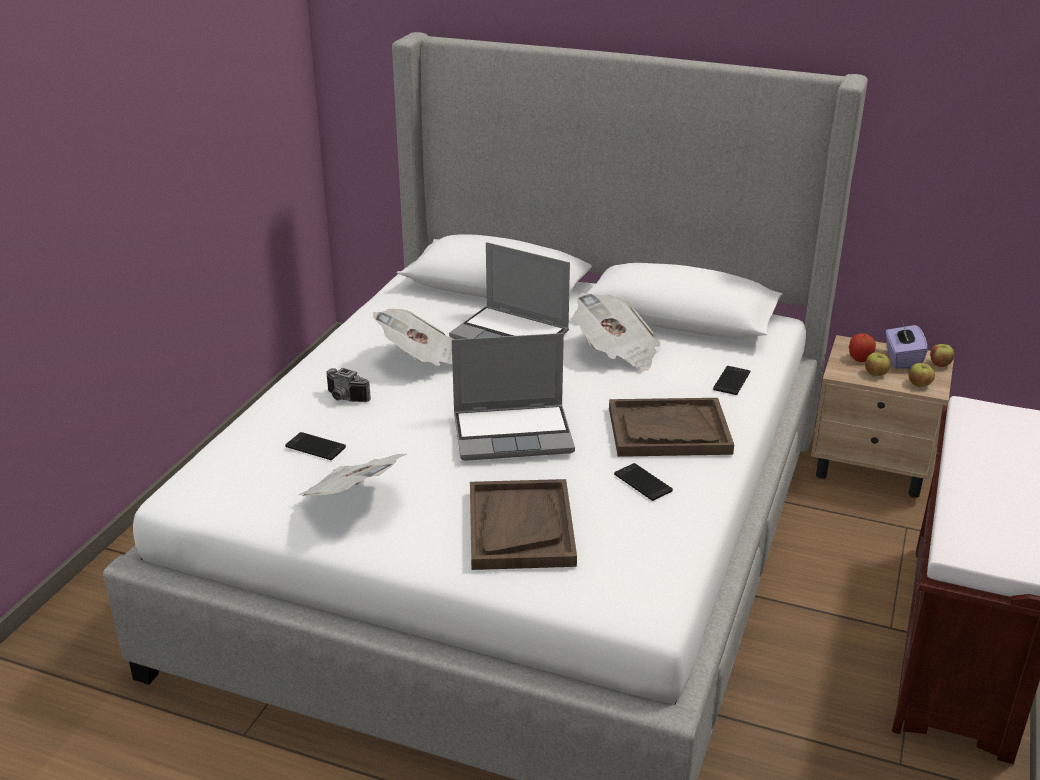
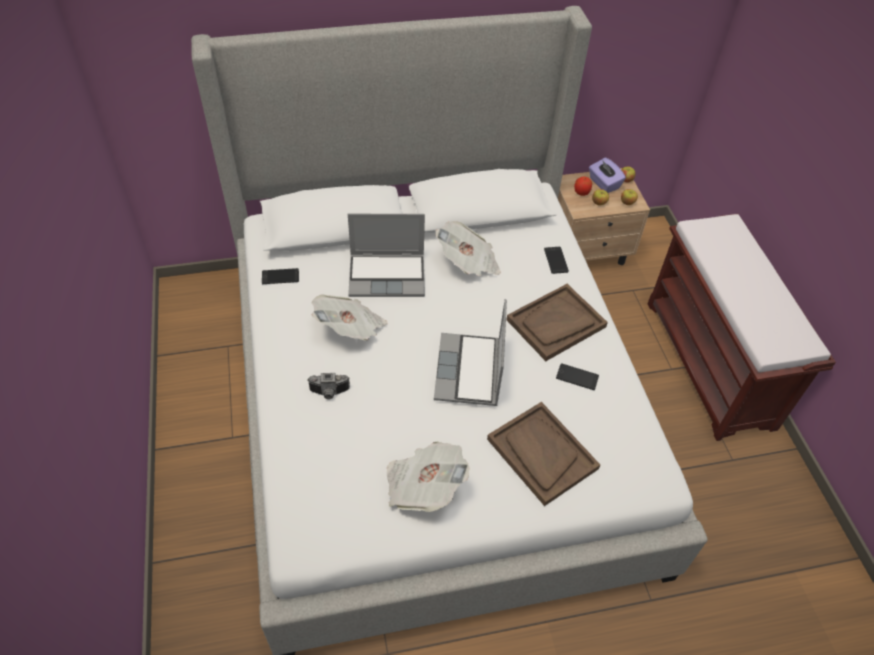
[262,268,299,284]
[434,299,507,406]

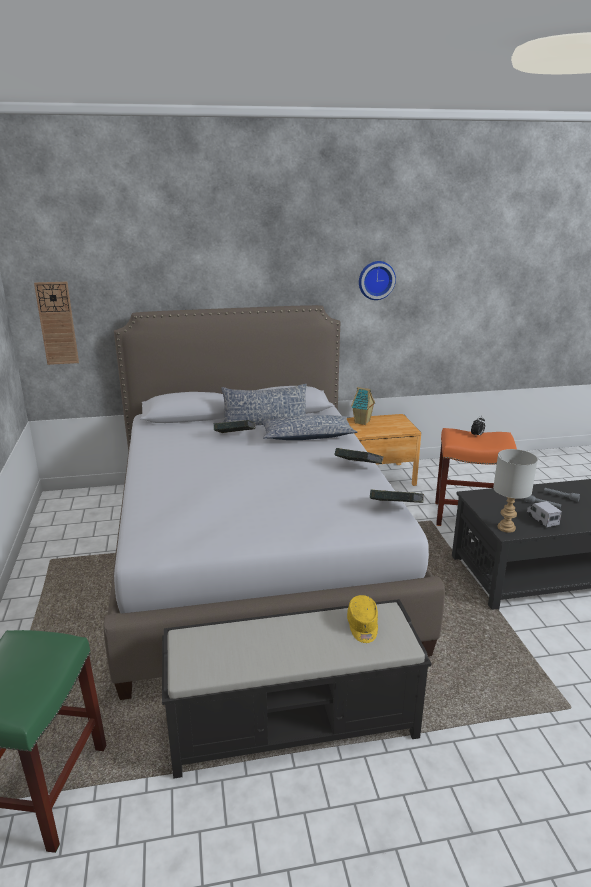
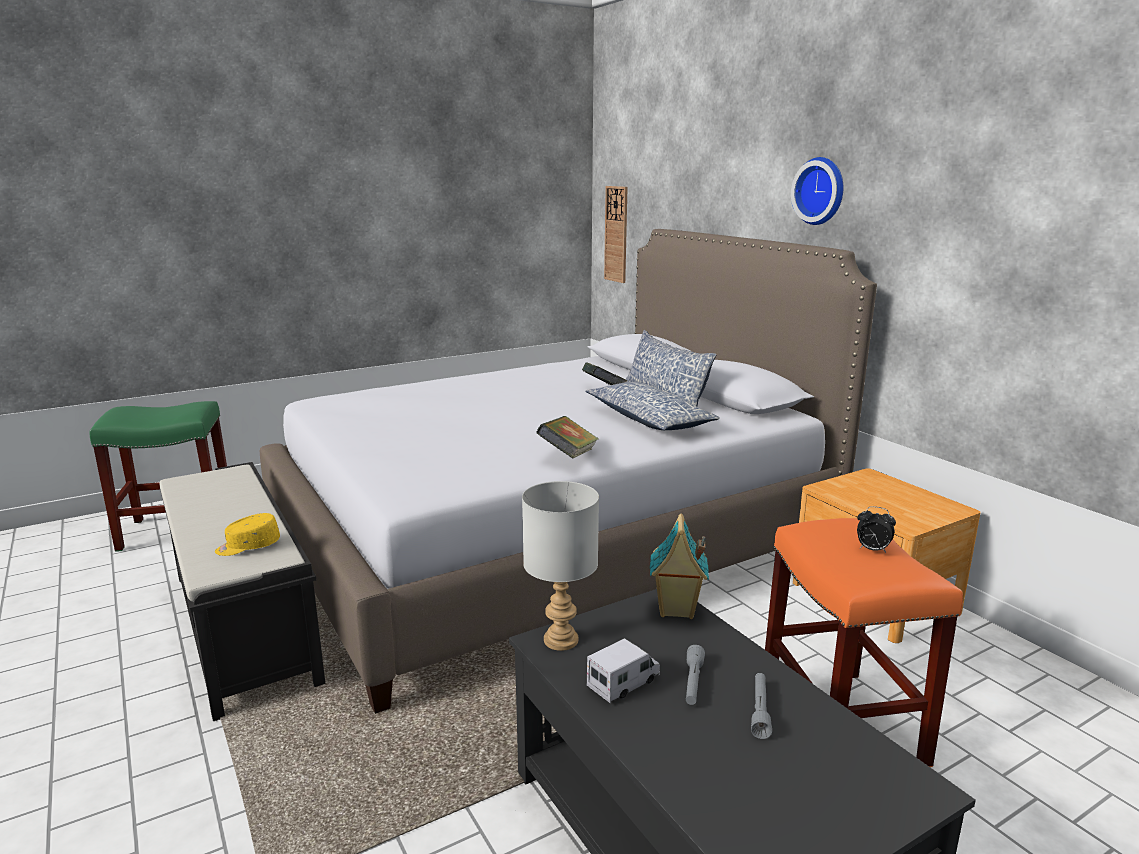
[650,514,709,619]
[791,157,843,225]
[370,490,424,503] (first image)

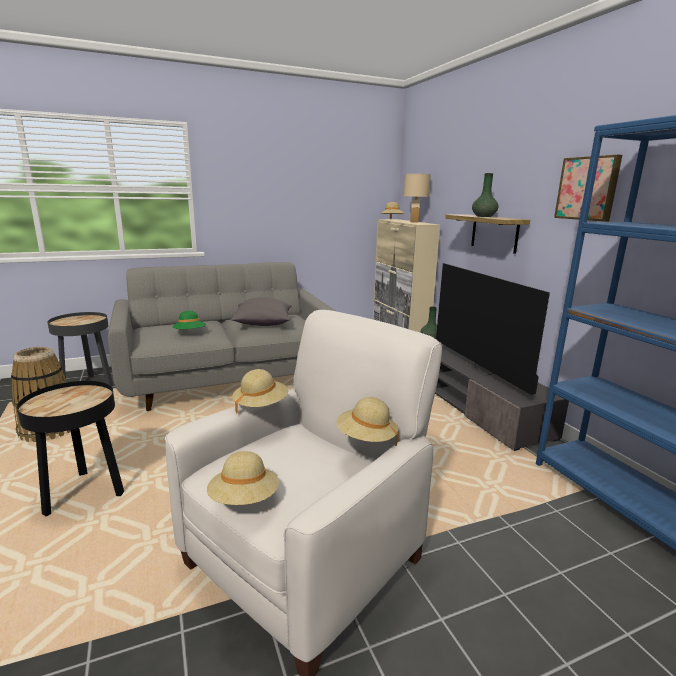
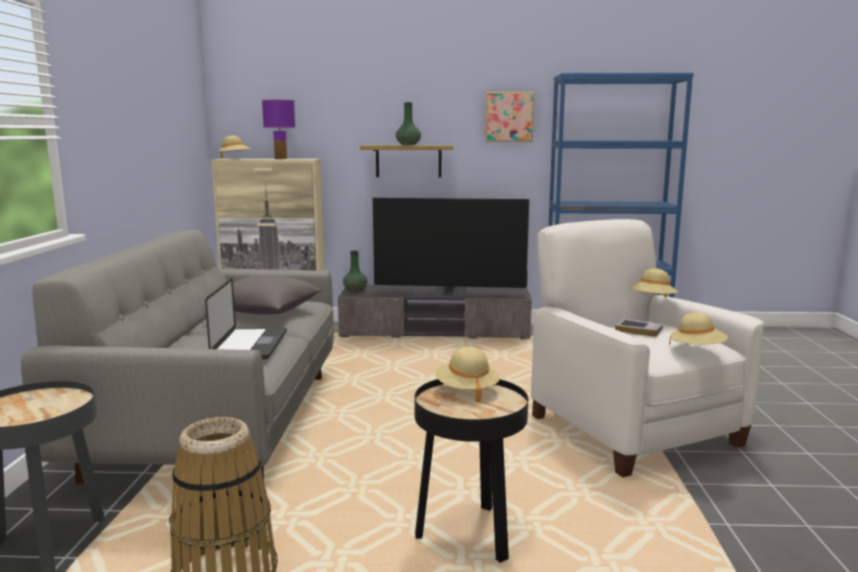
[205,278,287,359]
[435,347,500,403]
[262,100,295,159]
[615,319,663,337]

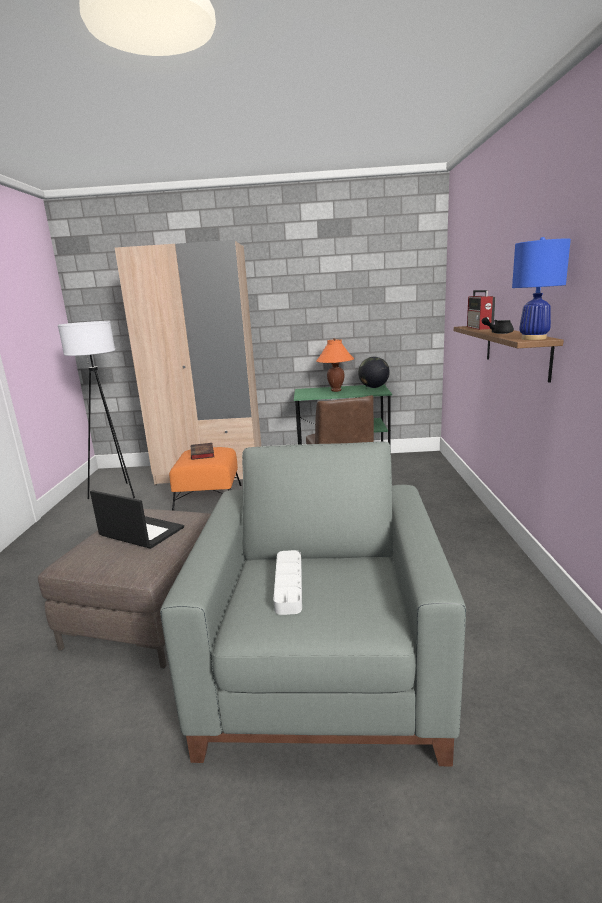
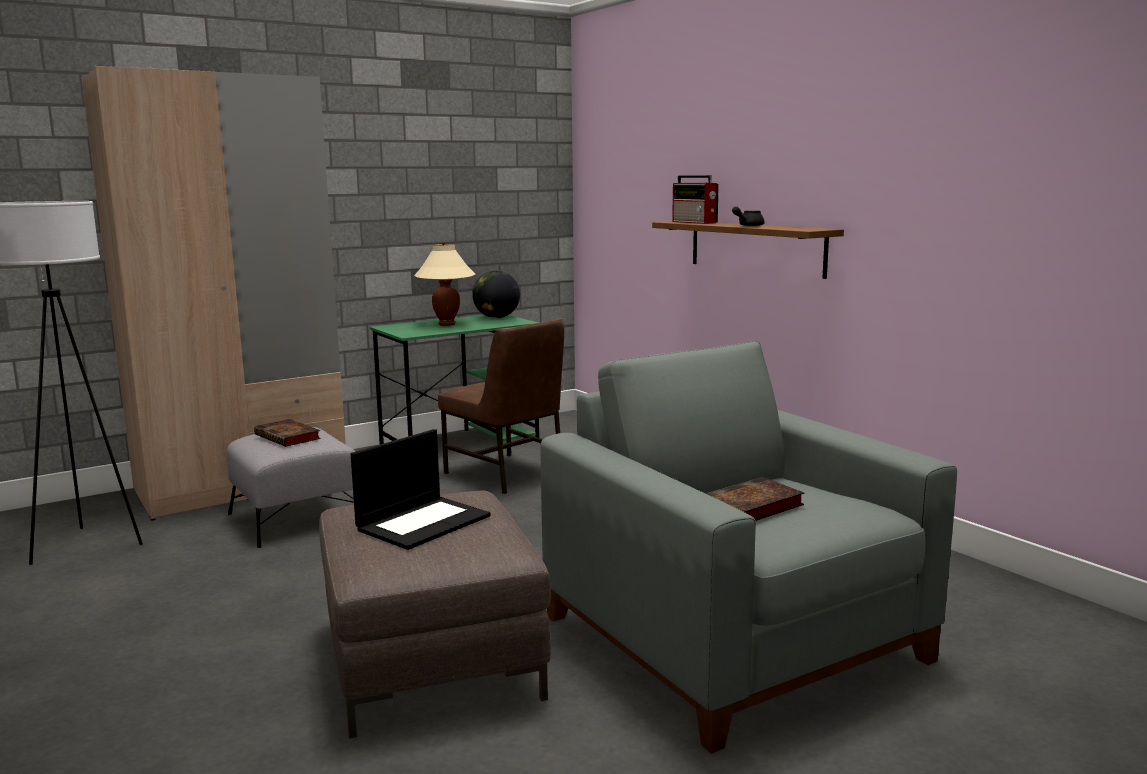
[351,429,491,550]
[227,427,355,548]
[706,477,804,521]
[414,242,476,326]
[512,237,571,340] (first image)

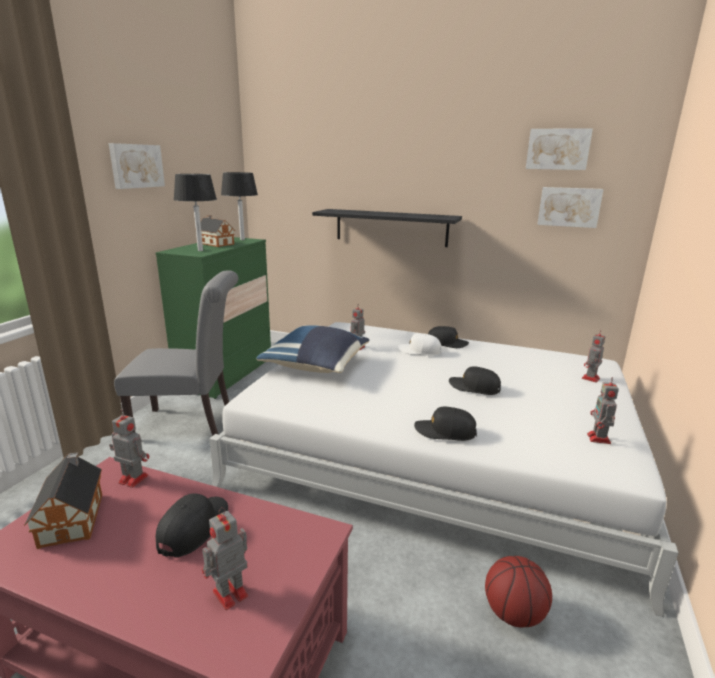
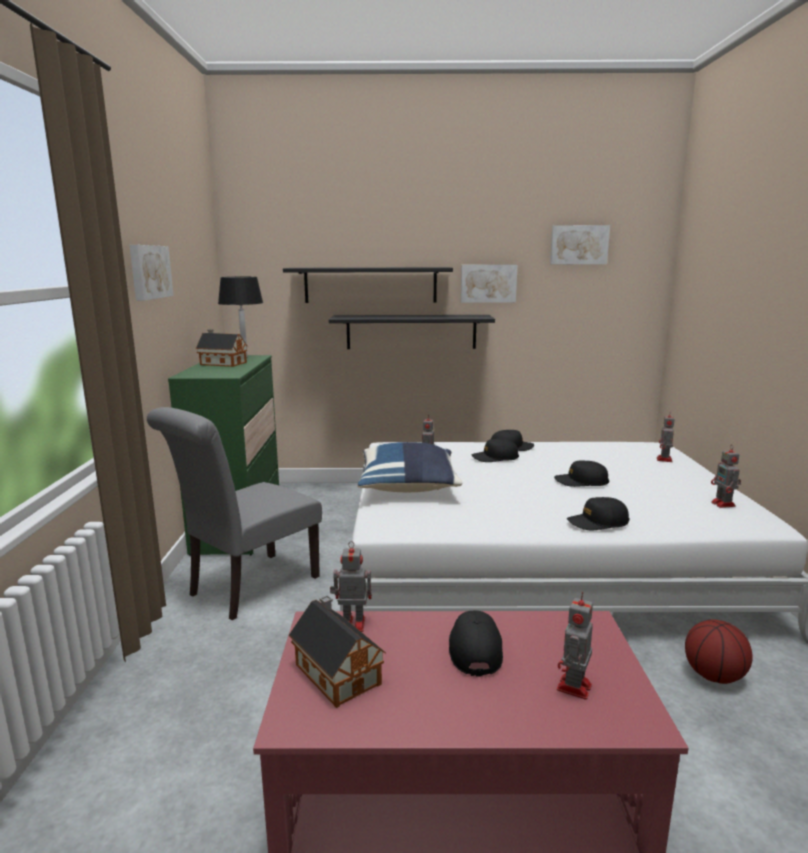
[147,407,322,620]
[173,174,217,251] (first image)
[471,439,519,462]
[461,265,517,303]
[283,267,453,303]

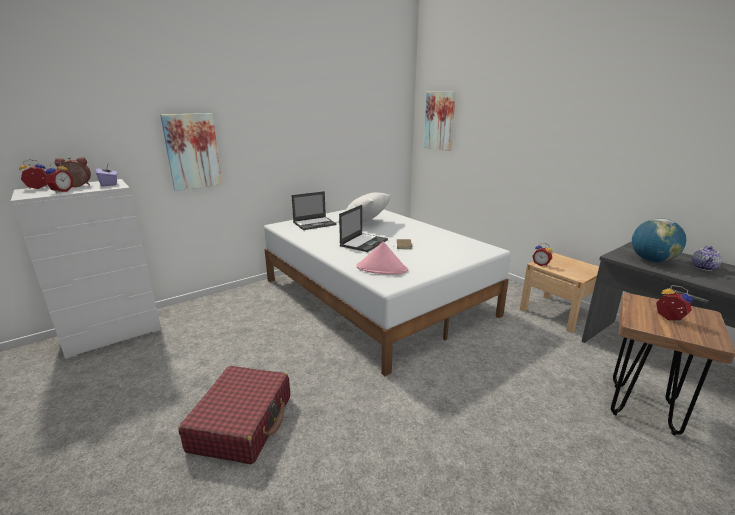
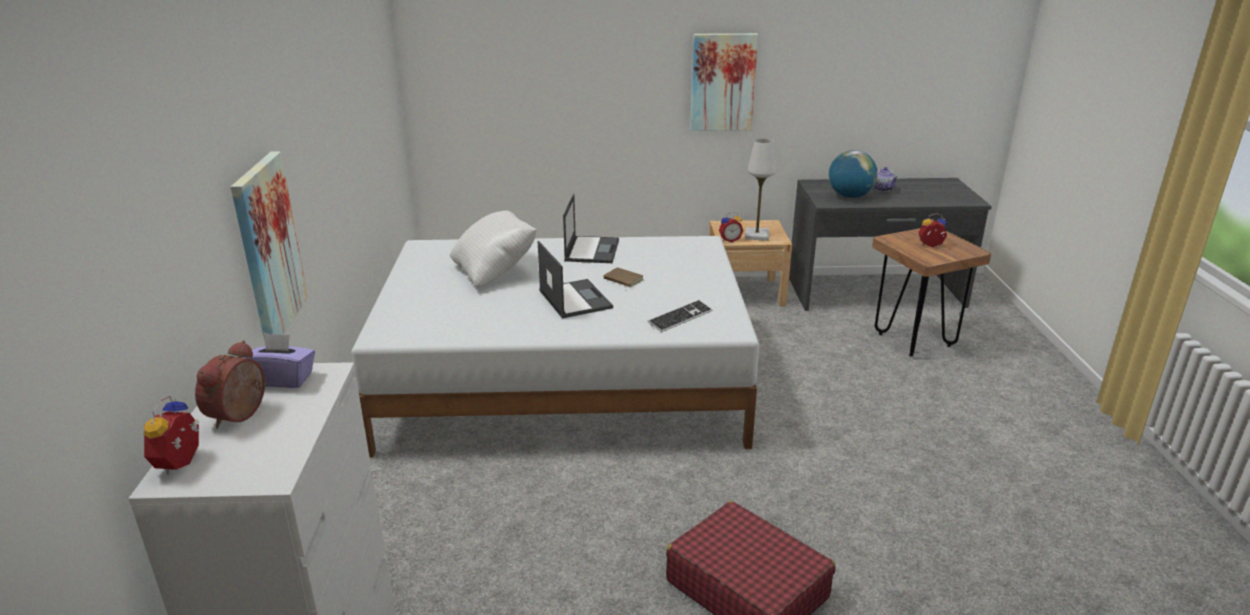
[45,162,73,193] (first image)
[563,194,619,263]
[648,300,713,332]
[690,33,758,131]
[745,138,776,241]

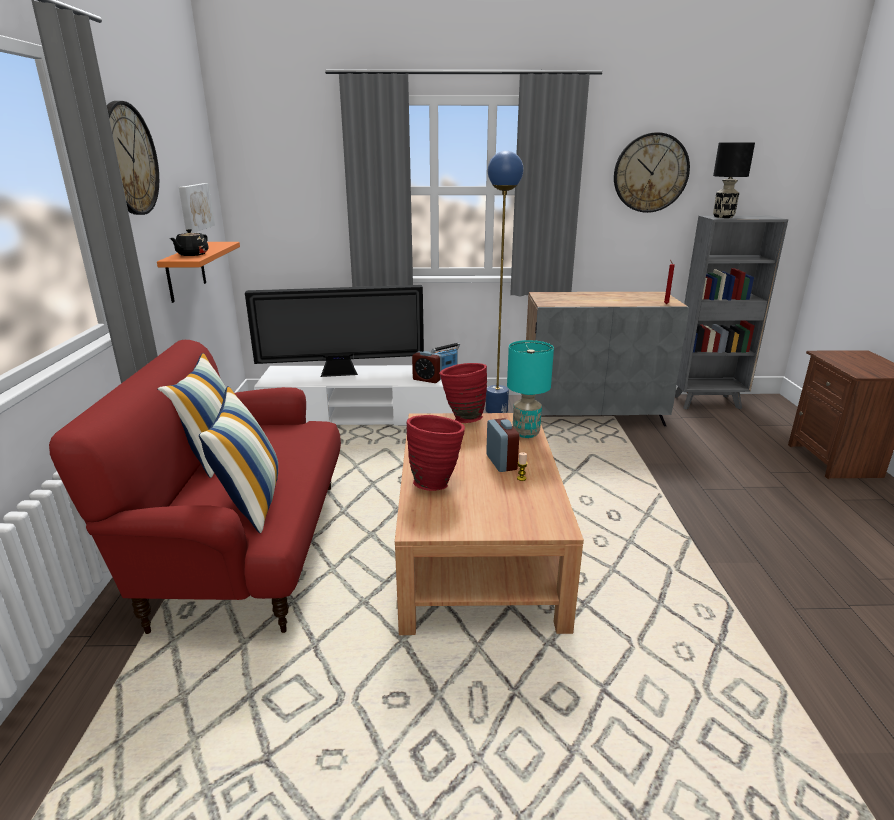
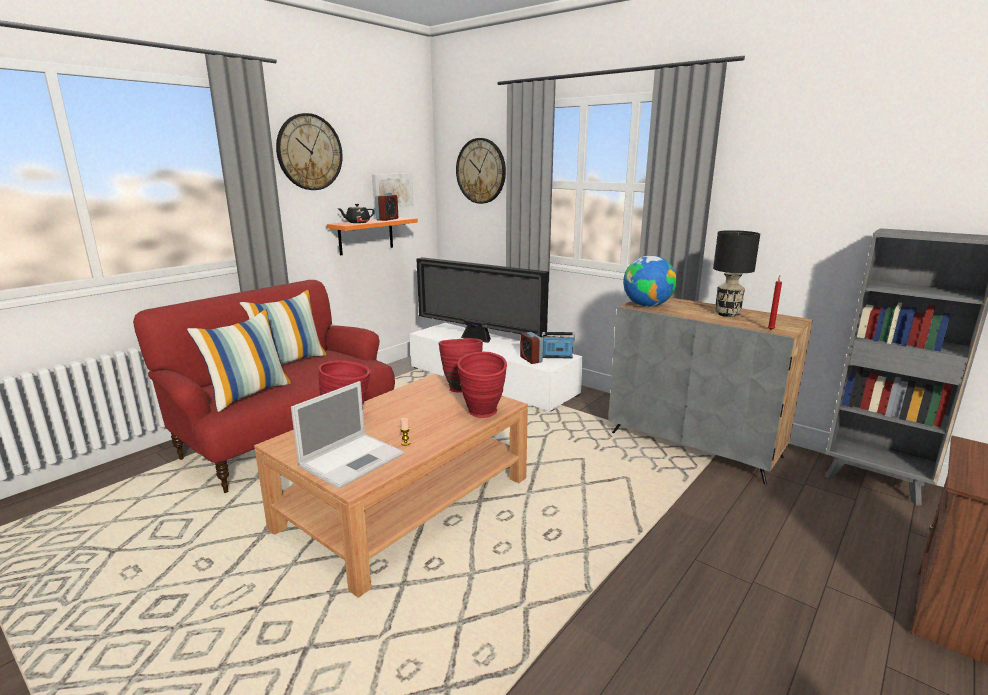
[486,151,524,413] (first image)
[375,192,398,221]
[457,352,507,418]
[456,138,506,204]
[713,230,760,317]
[291,381,404,489]
[623,255,676,307]

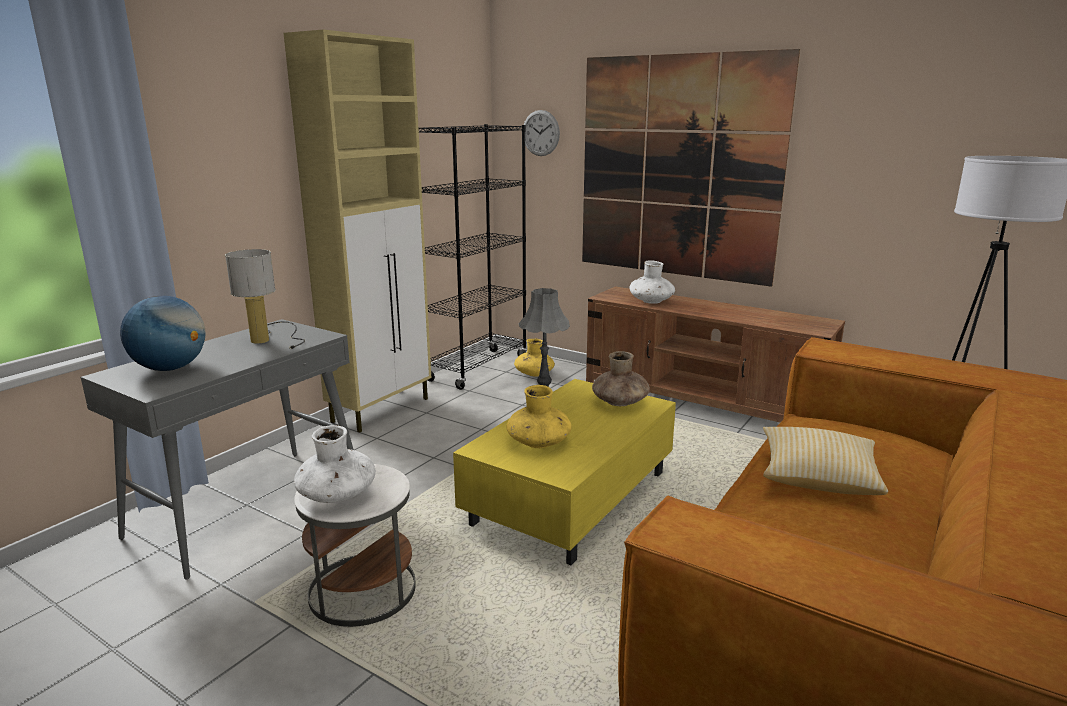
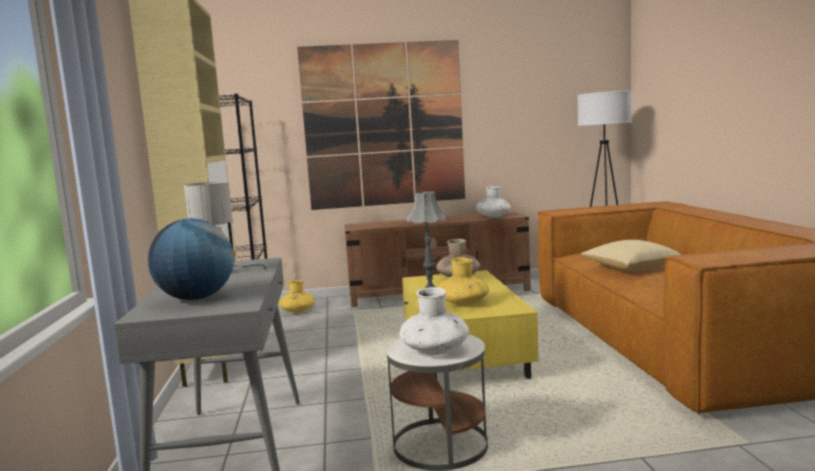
[524,110,560,156] (first image)
[476,186,511,218]

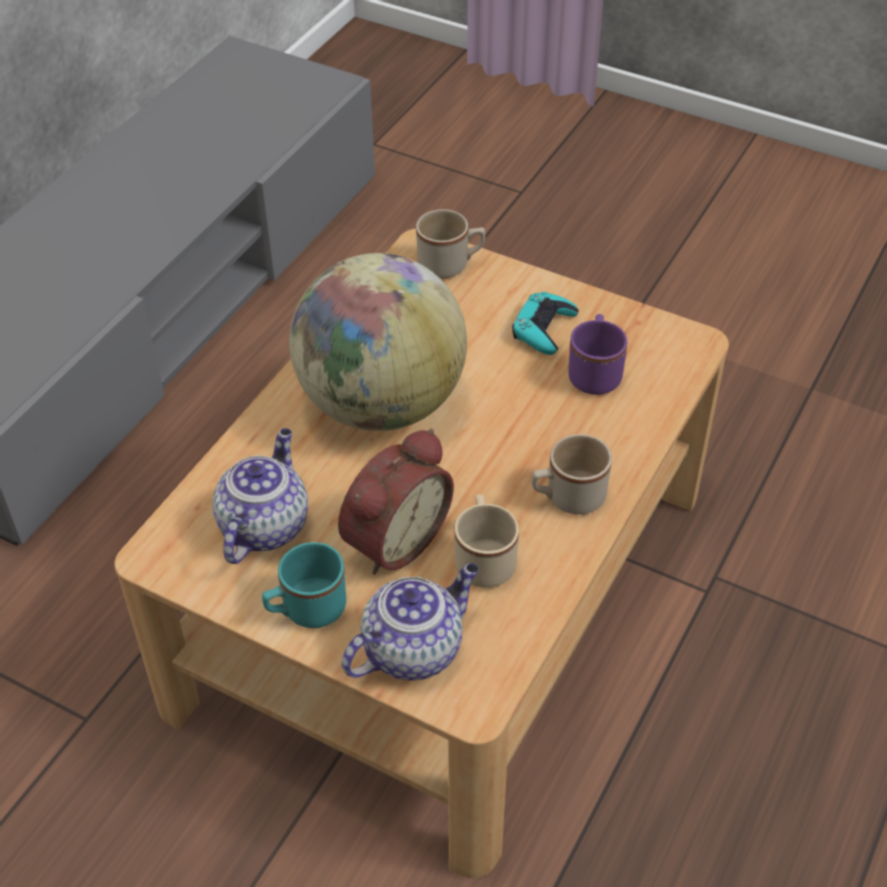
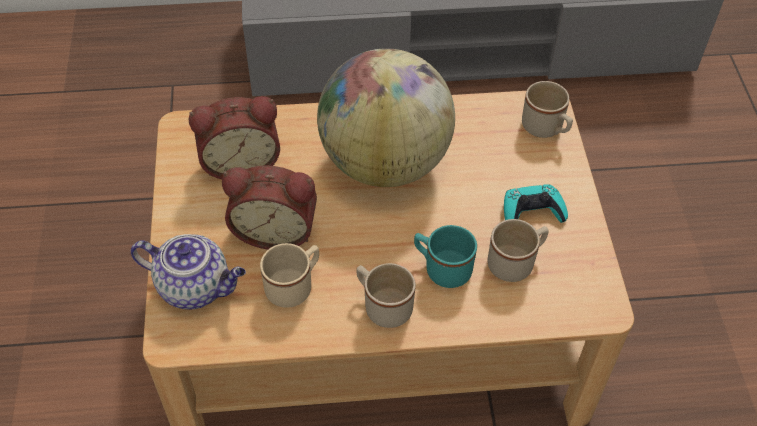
[189,96,280,179]
[414,225,477,288]
[488,219,549,282]

